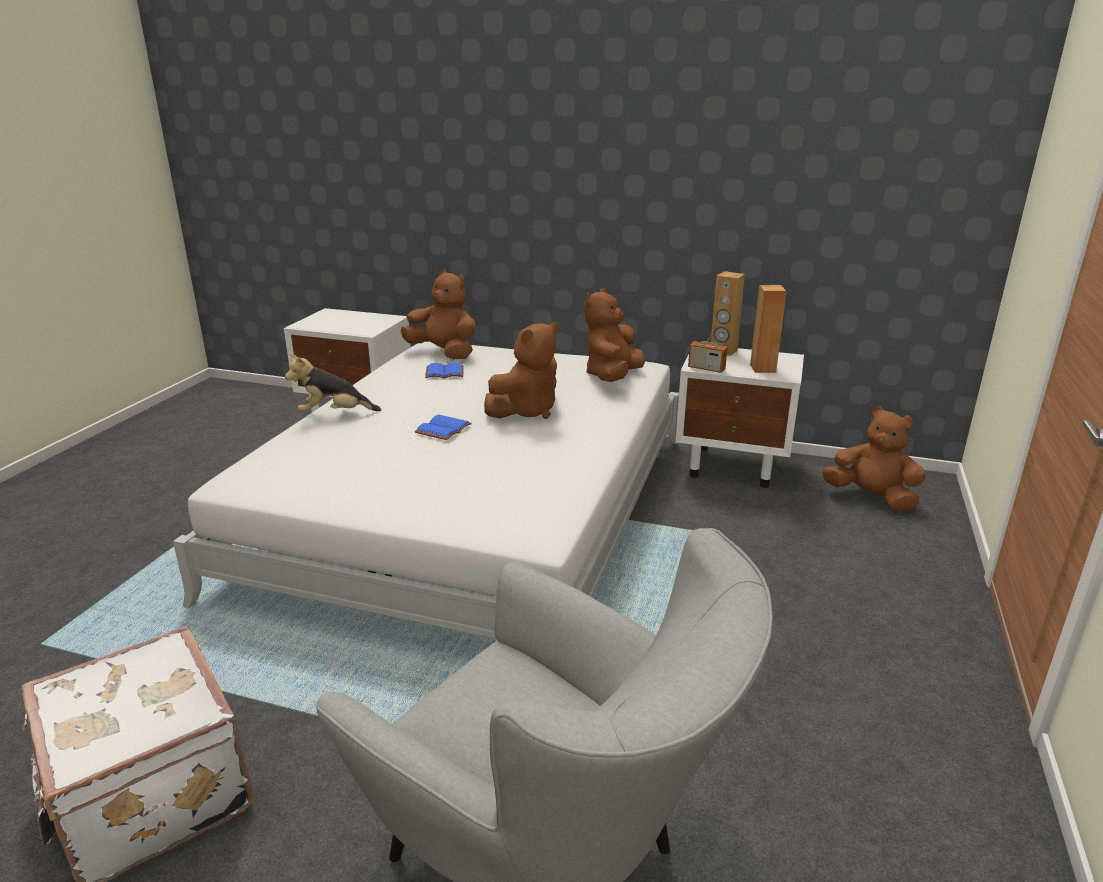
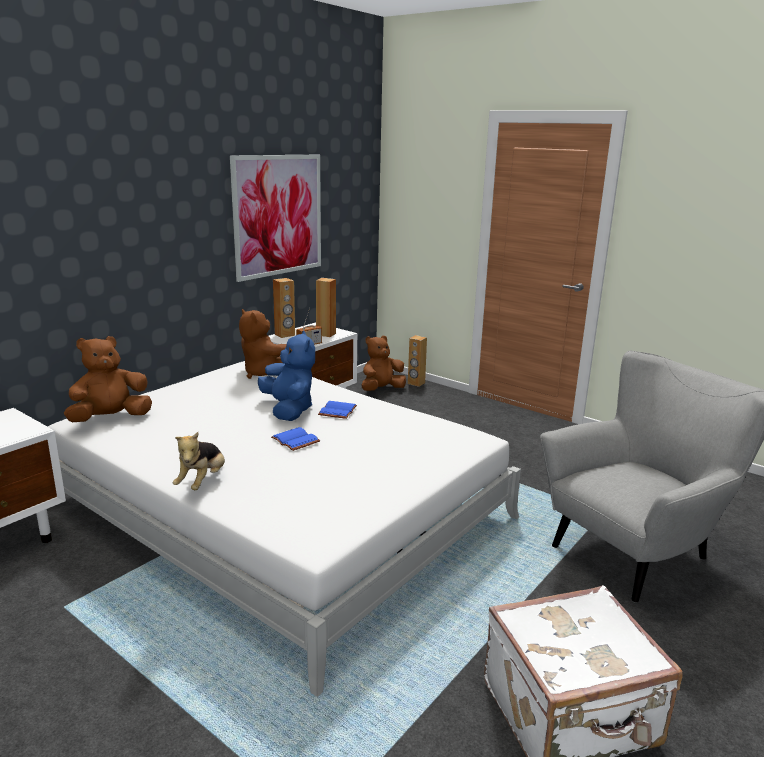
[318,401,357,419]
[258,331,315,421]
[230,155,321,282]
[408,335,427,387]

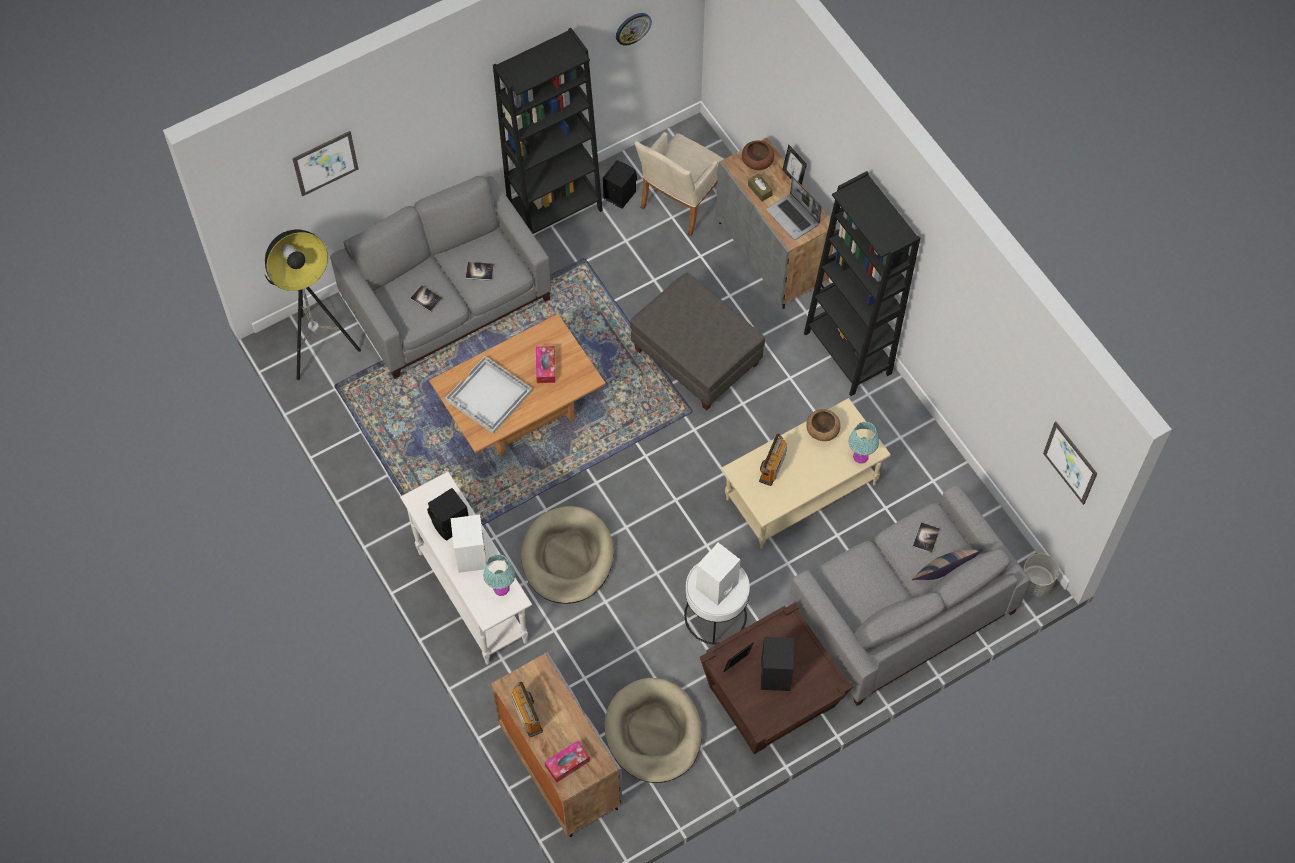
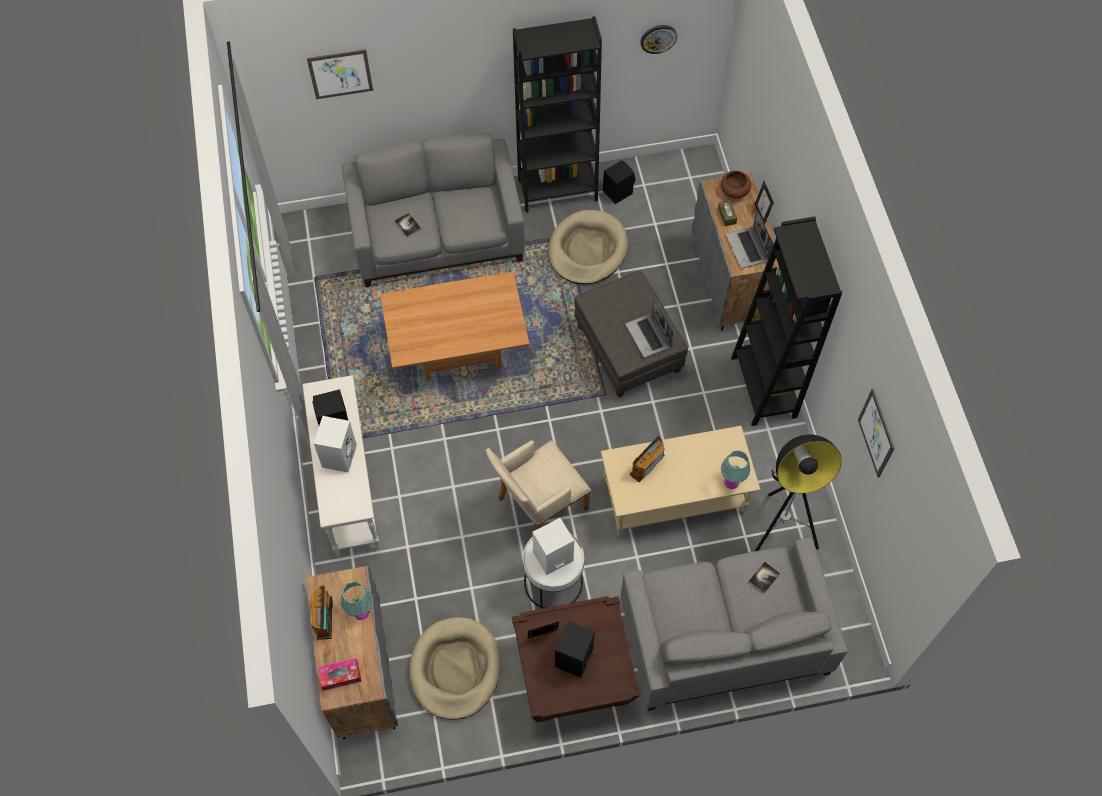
[755,434,842,551]
[446,356,532,434] (first image)
[466,262,494,281] (first image)
[341,582,373,620]
[548,210,628,285]
[536,346,555,383] (first image)
[486,440,591,530]
[806,409,841,441] (first image)
[912,549,983,580] (first image)
[1023,554,1059,596] (first image)
[858,389,895,477]
[625,299,673,358]

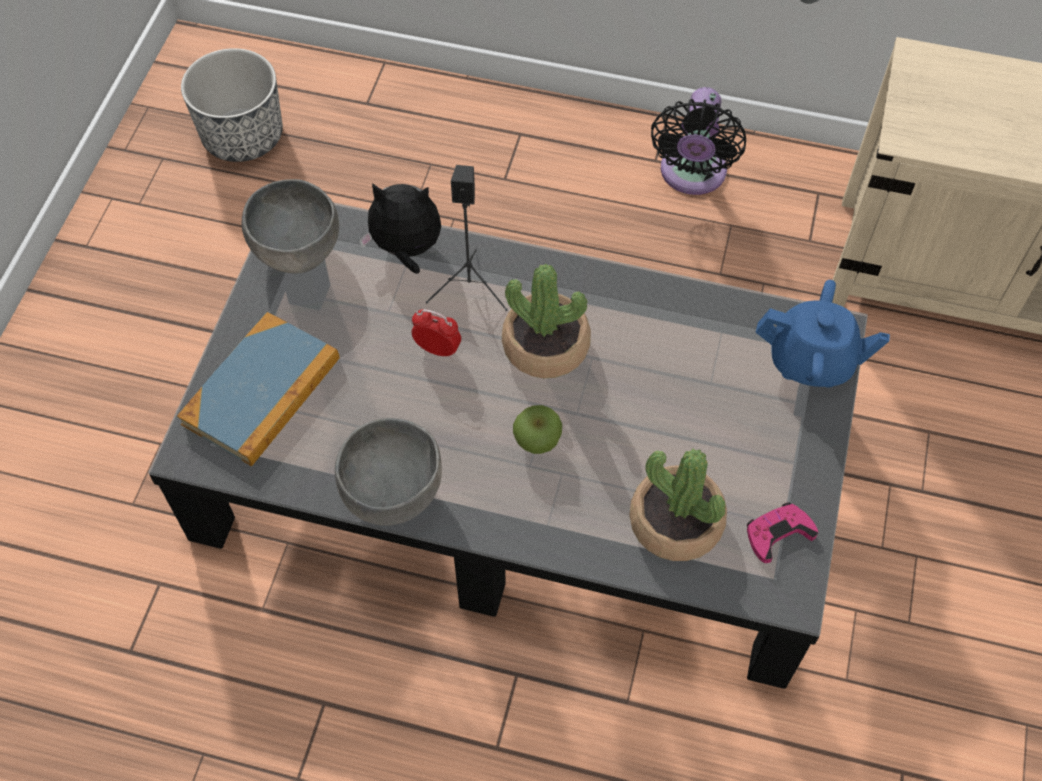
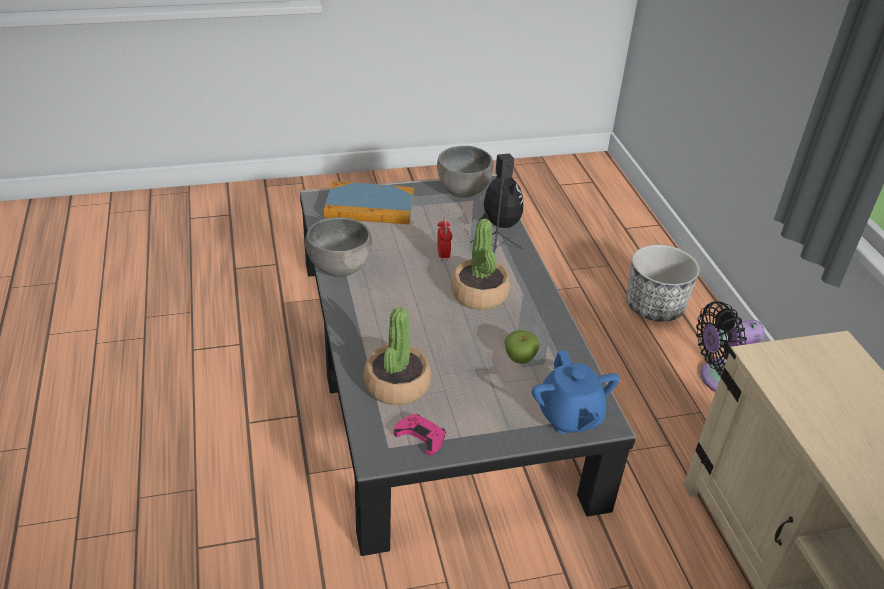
[626,245,700,322]
[504,330,540,364]

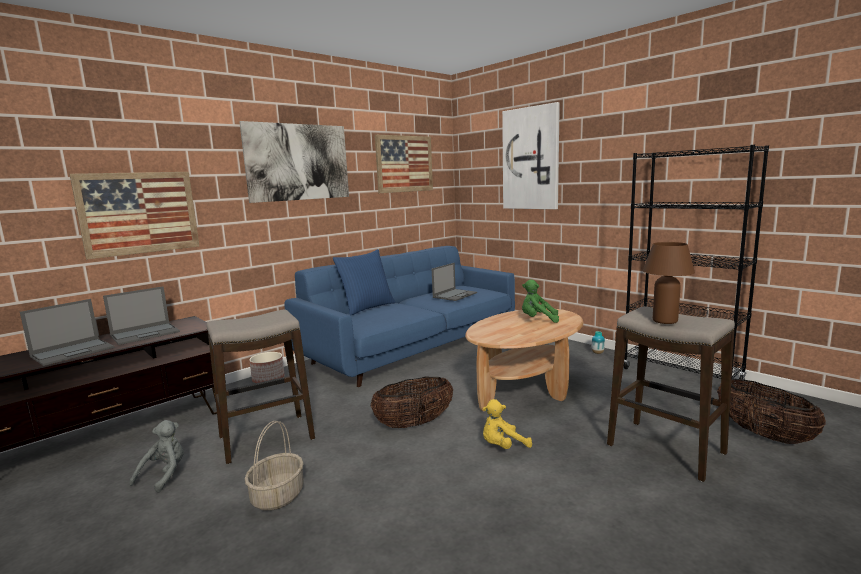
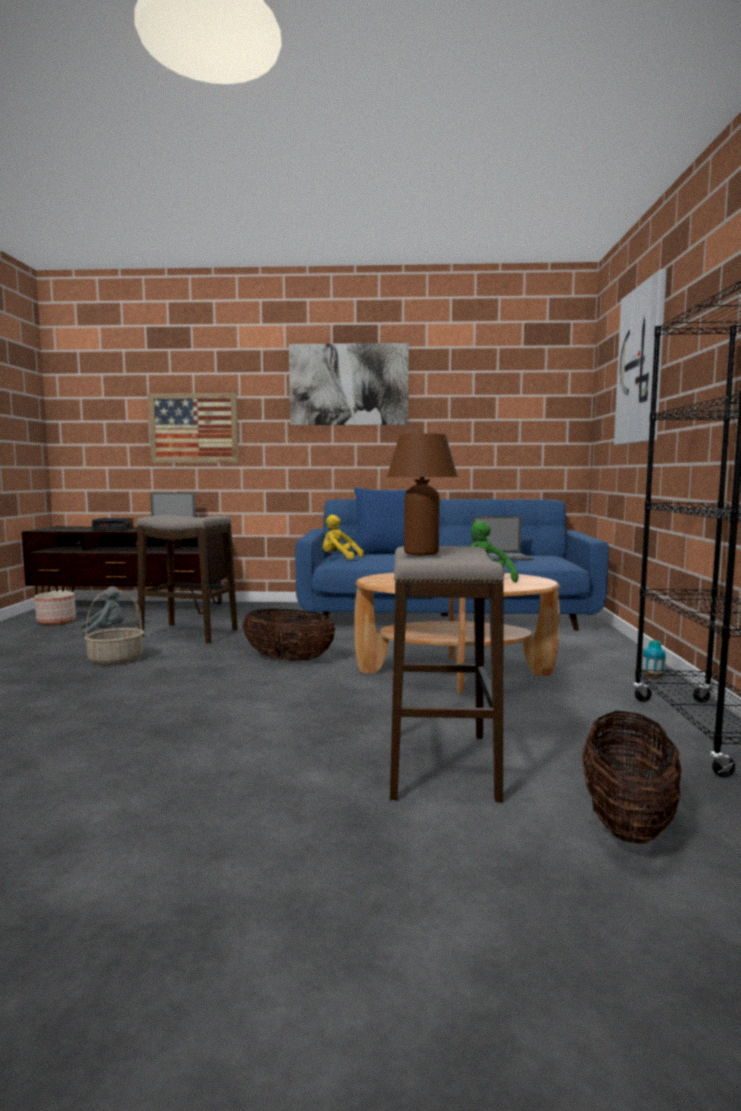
[92,518,133,531]
[34,591,76,625]
[375,135,433,193] (first image)
[323,515,364,560]

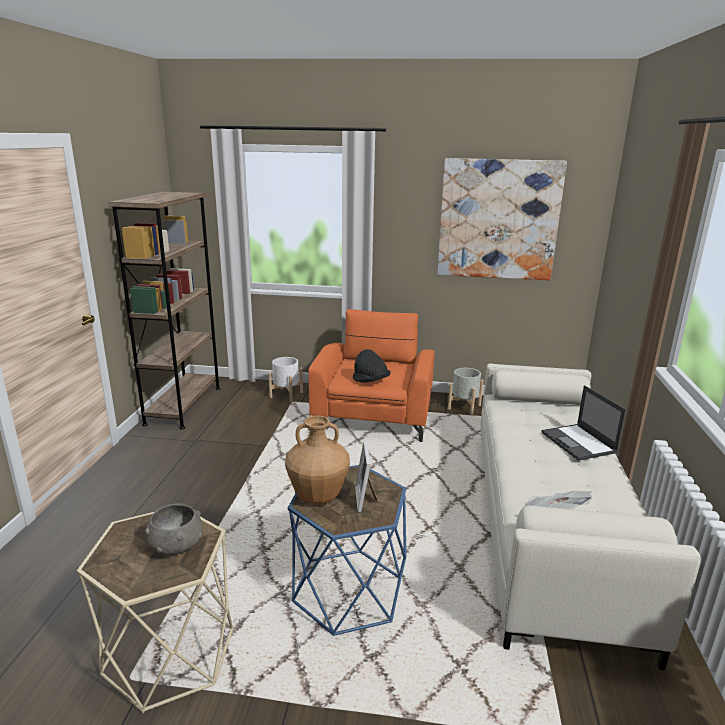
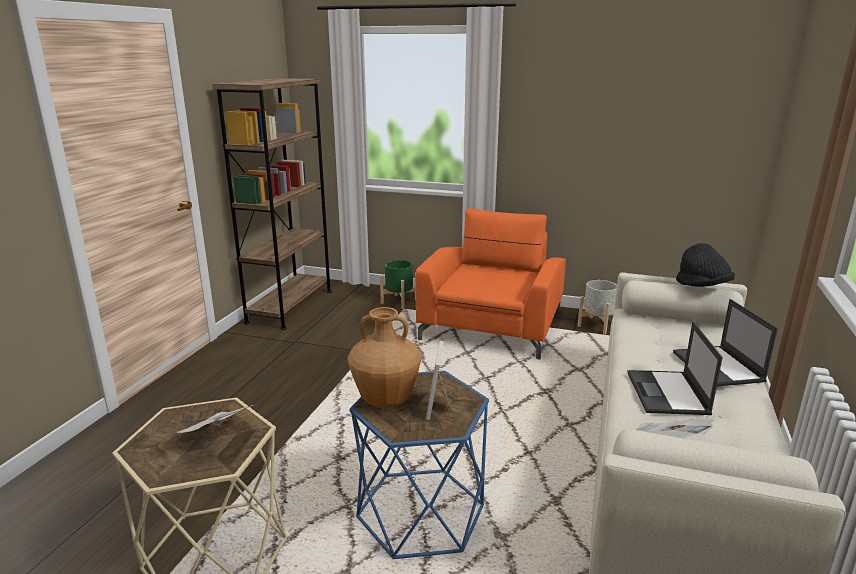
[176,404,257,433]
[380,260,416,309]
[676,243,735,287]
[437,158,567,280] (first image)
[627,321,723,415]

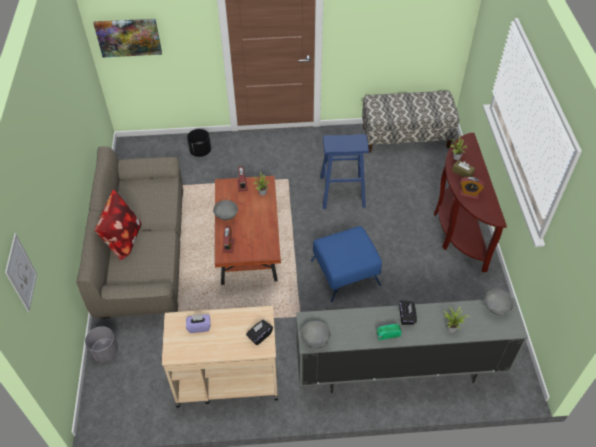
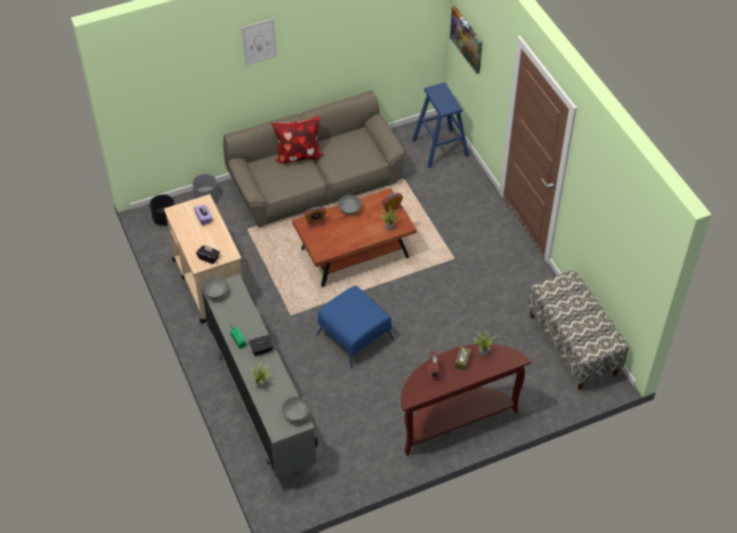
[242,18,277,66]
[150,194,175,226]
[412,83,469,168]

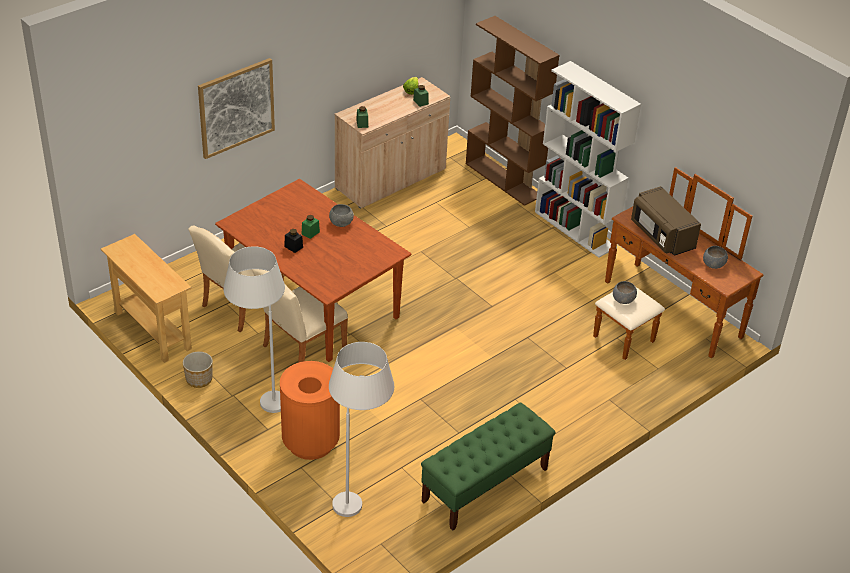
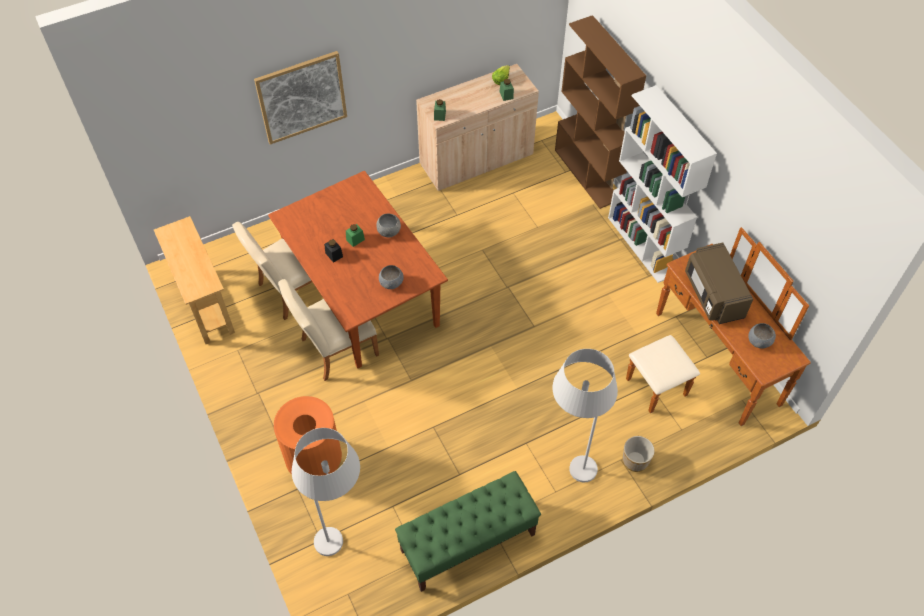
[622,436,655,472]
[552,349,618,482]
[379,265,404,289]

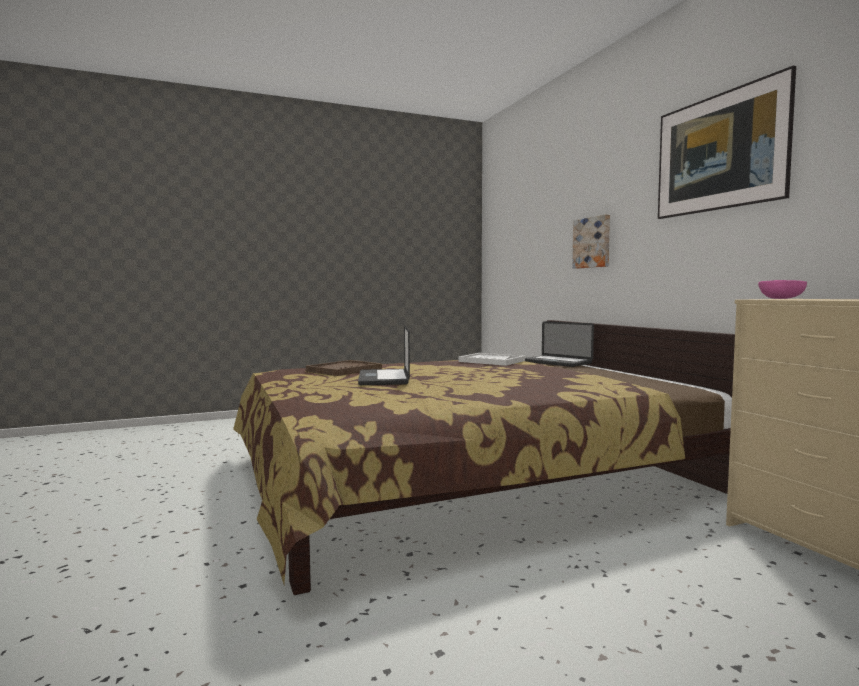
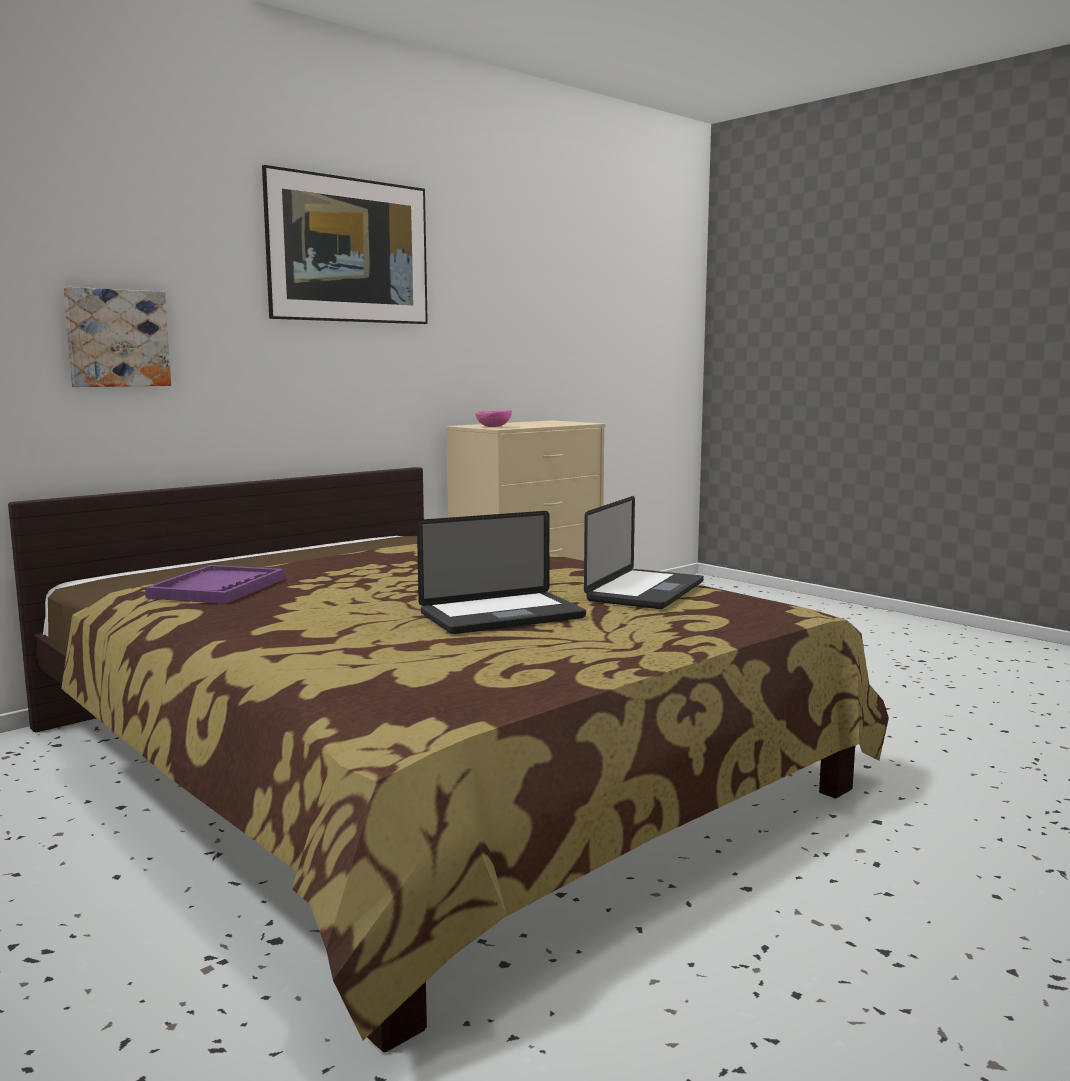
[306,360,382,376] (first image)
[145,565,284,604]
[584,496,704,609]

